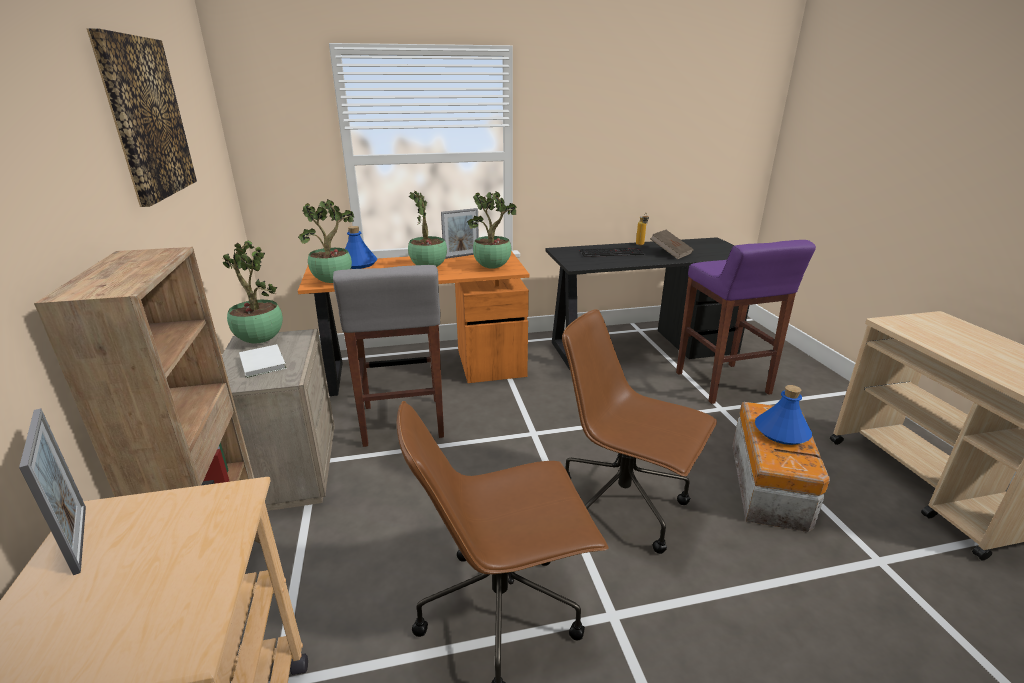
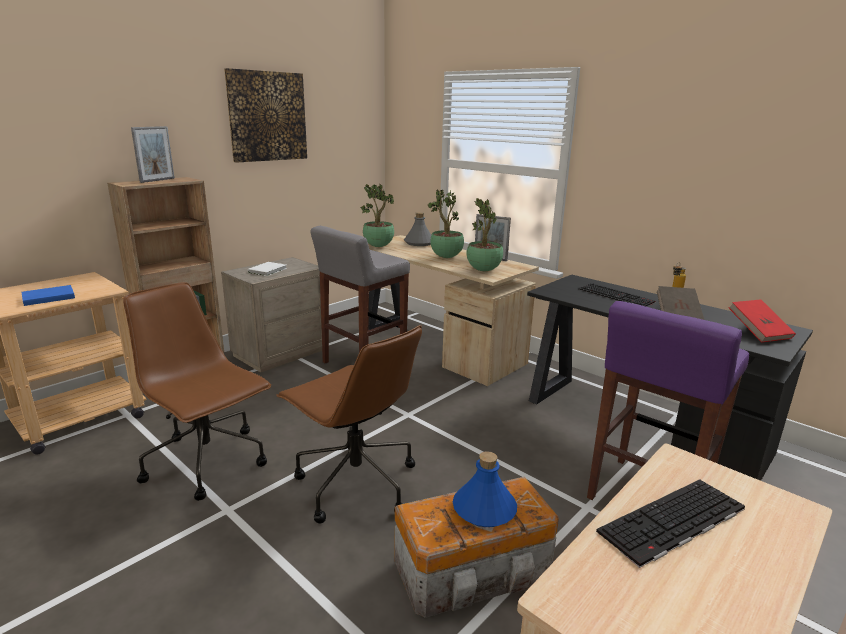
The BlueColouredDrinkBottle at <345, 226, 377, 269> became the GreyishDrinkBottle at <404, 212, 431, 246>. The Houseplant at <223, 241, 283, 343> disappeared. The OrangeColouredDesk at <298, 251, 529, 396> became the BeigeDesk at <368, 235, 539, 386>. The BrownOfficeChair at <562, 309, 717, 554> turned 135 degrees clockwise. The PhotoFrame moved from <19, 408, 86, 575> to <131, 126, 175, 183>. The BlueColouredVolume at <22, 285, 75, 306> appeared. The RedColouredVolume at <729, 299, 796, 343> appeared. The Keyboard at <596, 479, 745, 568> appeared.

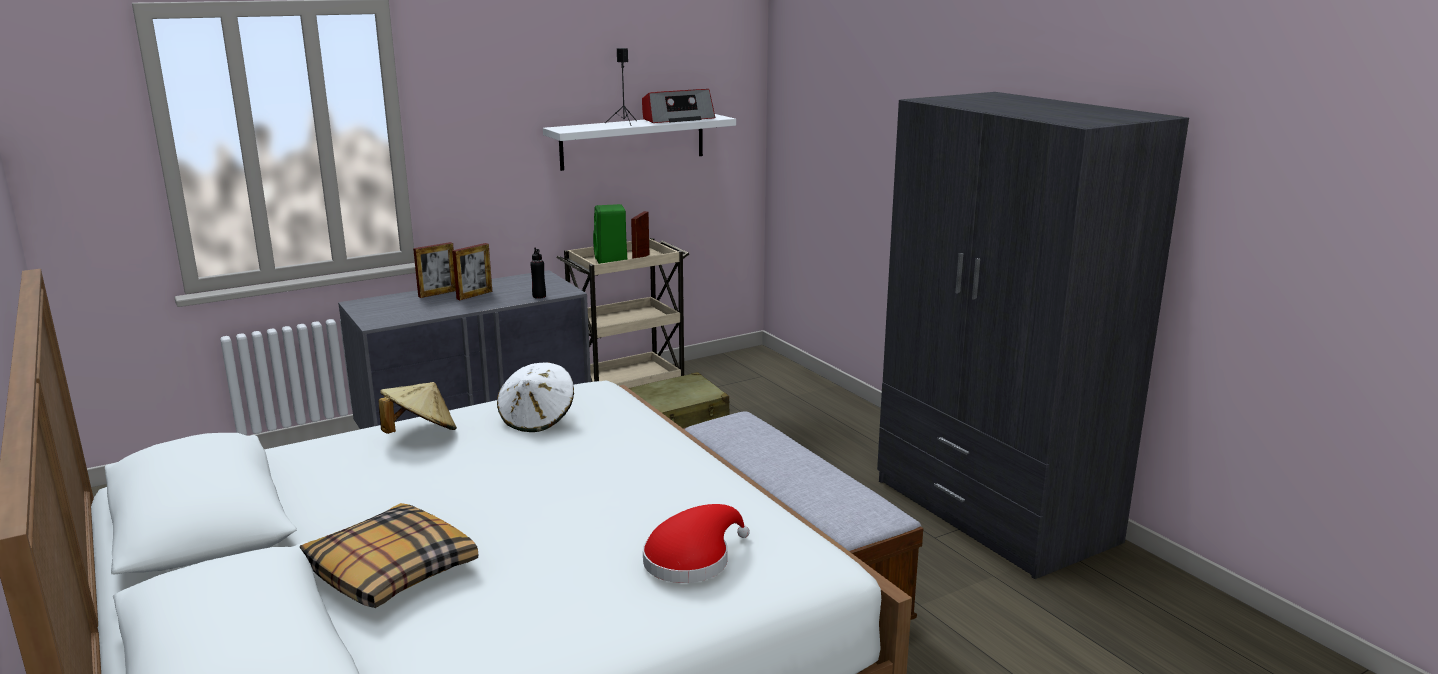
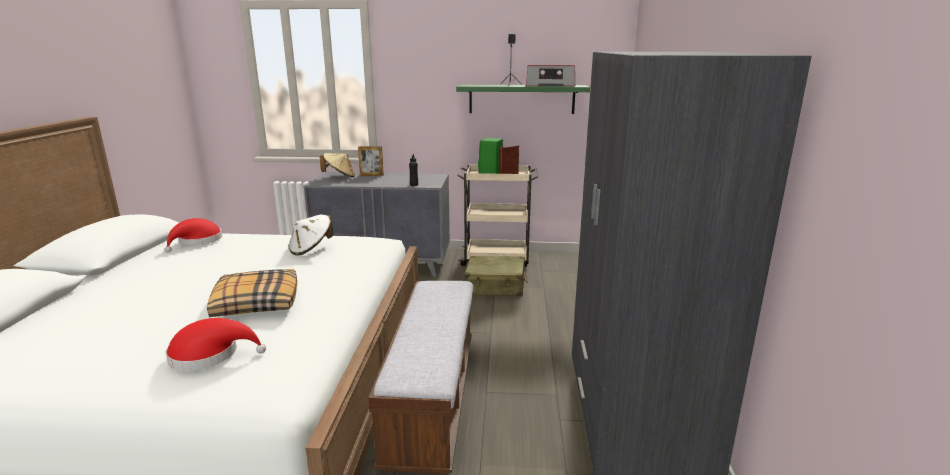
The WhiteColouredShelf at <543, 114, 736, 171> became the GreenShelf at <456, 85, 590, 114>. The PhotoFrame at <452, 243, 492, 300> disappeared. The BeigeWearableHat moved from <378, 382, 457, 434> to <320, 153, 355, 177>. The Cushion moved from <300, 503, 478, 608> to <207, 269, 297, 317>. The RedColouredWearableHat at <165, 218, 222, 252> appeared.

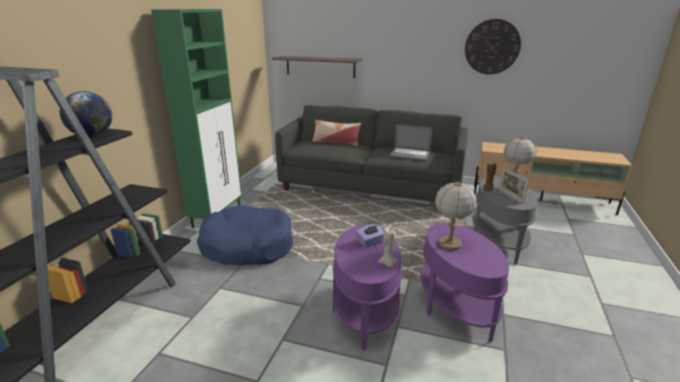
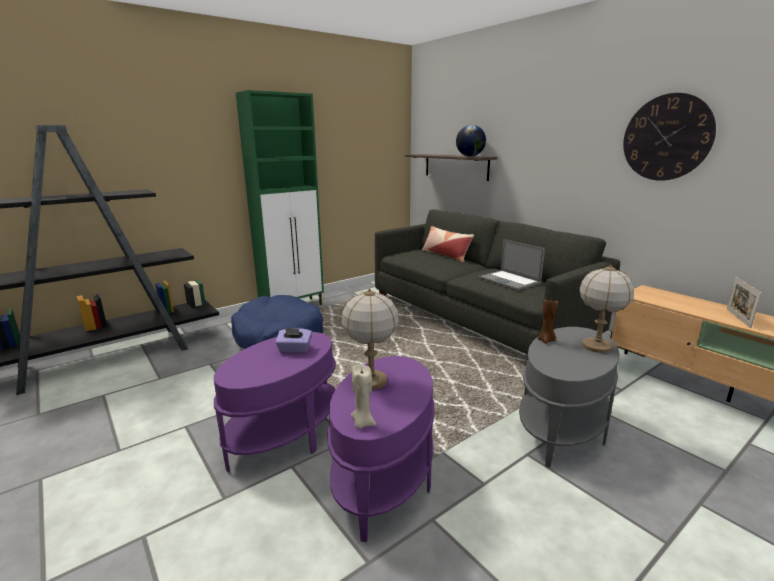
The DeskGlobe moved from <60, 91, 112, 137> to <456, 125, 486, 157>. The PhotoFrame moved from <499, 167, 529, 203> to <727, 277, 762, 328>. The BeigeCandle moved from <378, 227, 398, 267> to <351, 364, 377, 429>.

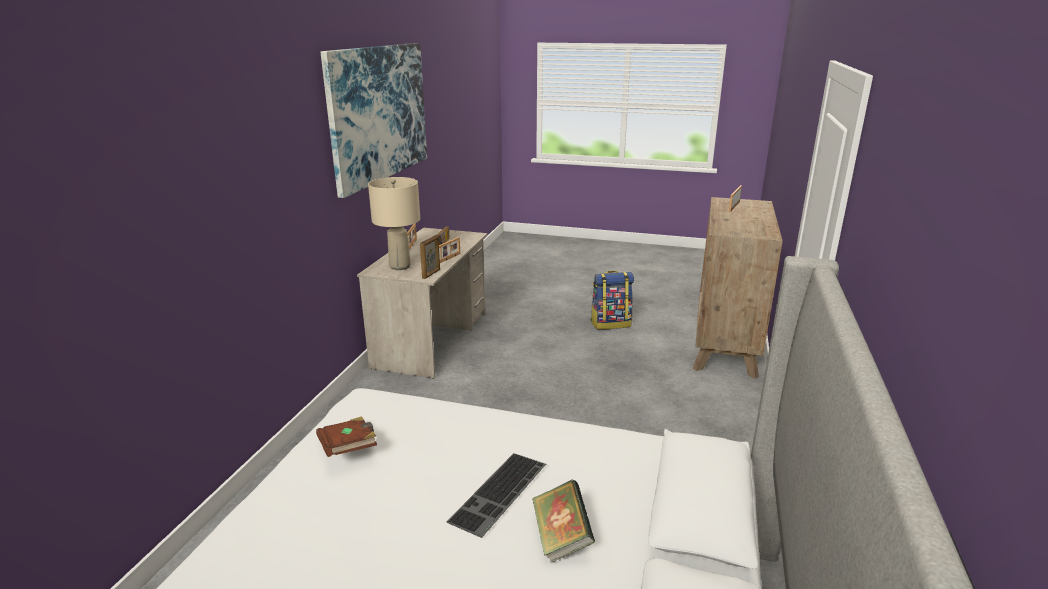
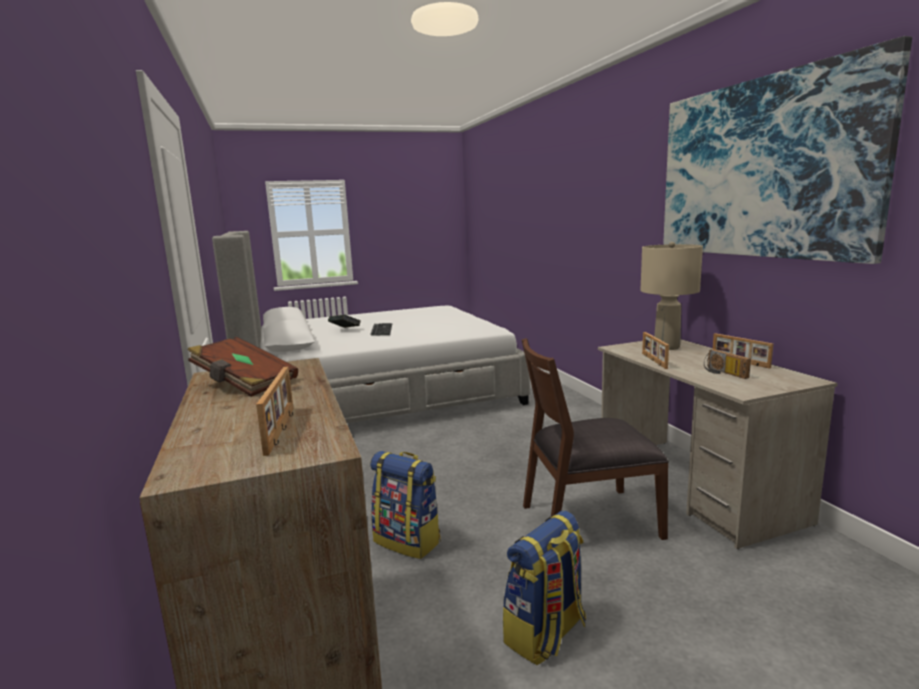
The PhotoFrame at <420, 235, 440, 279> disappeared. The BrownVolume moved from <316, 416, 377, 457> to <187, 337, 298, 397>. The BrownPlainChair at <522, 338, 669, 540> appeared. The Rucksack at <370, 451, 441, 559> appeared.

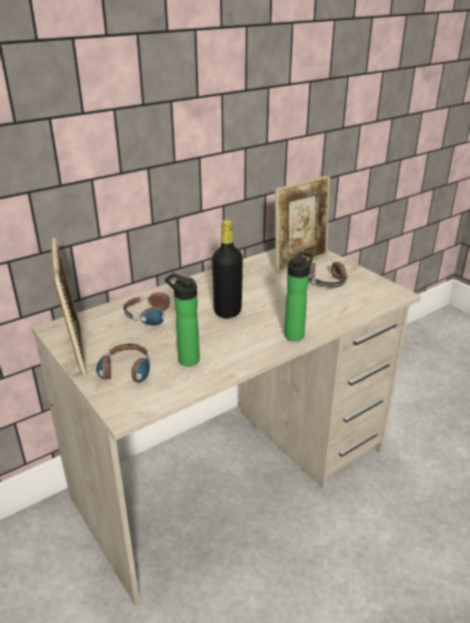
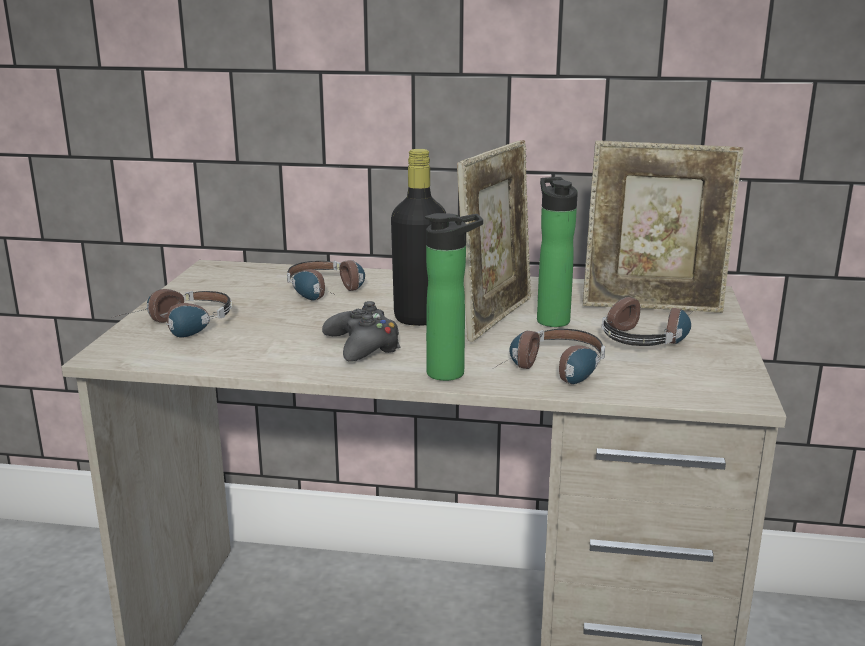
The PhotoFrame moved from <51, 237, 88, 377> to <457, 140, 532, 342>. The DrinkBottle moved from <165, 273, 200, 366> to <537, 177, 578, 327>. The BlackishJoypad at <322, 301, 401, 362> appeared. The PairOfHeadphones at <493, 329, 605, 384> appeared.

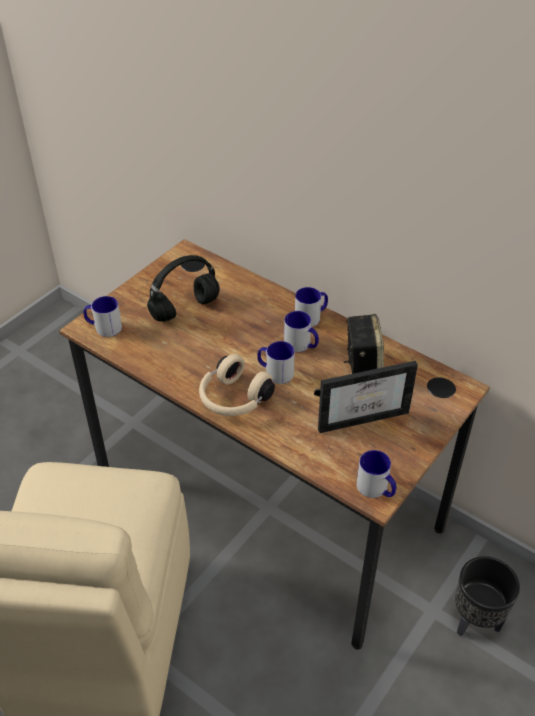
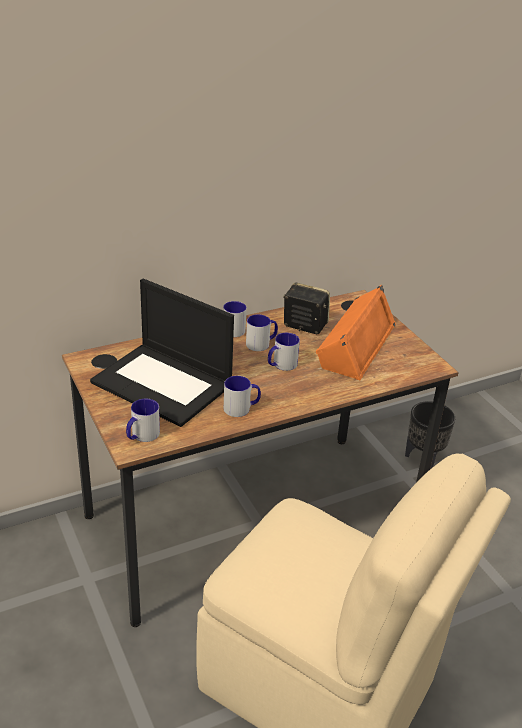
The BlackishPairOfHeadphones at <147, 255, 220, 322> was replaced by the Laptop at <90, 279, 234, 427>. The BeigePairOfHeadphones at <199, 354, 275, 416> disappeared. The PhotoFrame at <314, 361, 418, 433> was replaced by the OrangeColouredSpeaker at <316, 285, 396, 380>. The Mug moved from <356, 450, 396, 498> to <224, 376, 261, 417>.

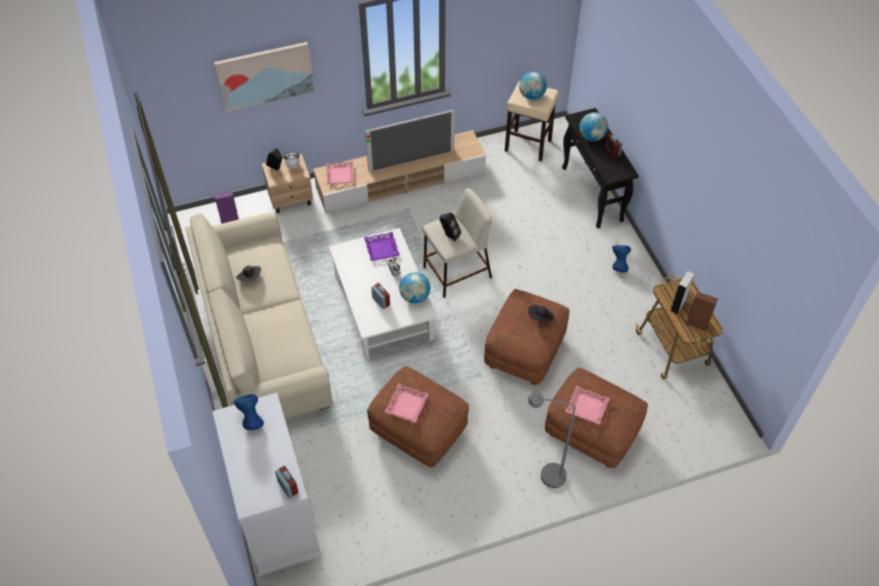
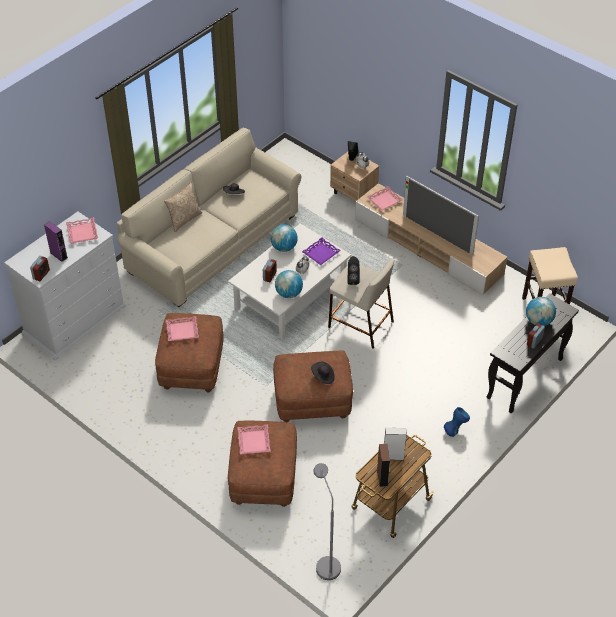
The WallArt at <214, 42, 314, 112> disappeared. The DeskGlobe moved from <519, 72, 547, 100> to <270, 225, 298, 252>. The PurpleColouredSpeaker moved from <214, 191, 239, 224> to <44, 221, 68, 262>. The GreyishStandingLamp moved from <528, 392, 575, 488> to <313, 463, 341, 580>. The BlueColouredVase at <234, 394, 264, 430> was replaced by the PinkServingTray at <66, 217, 98, 243>. The Cushion at <164, 183, 202, 232> appeared.

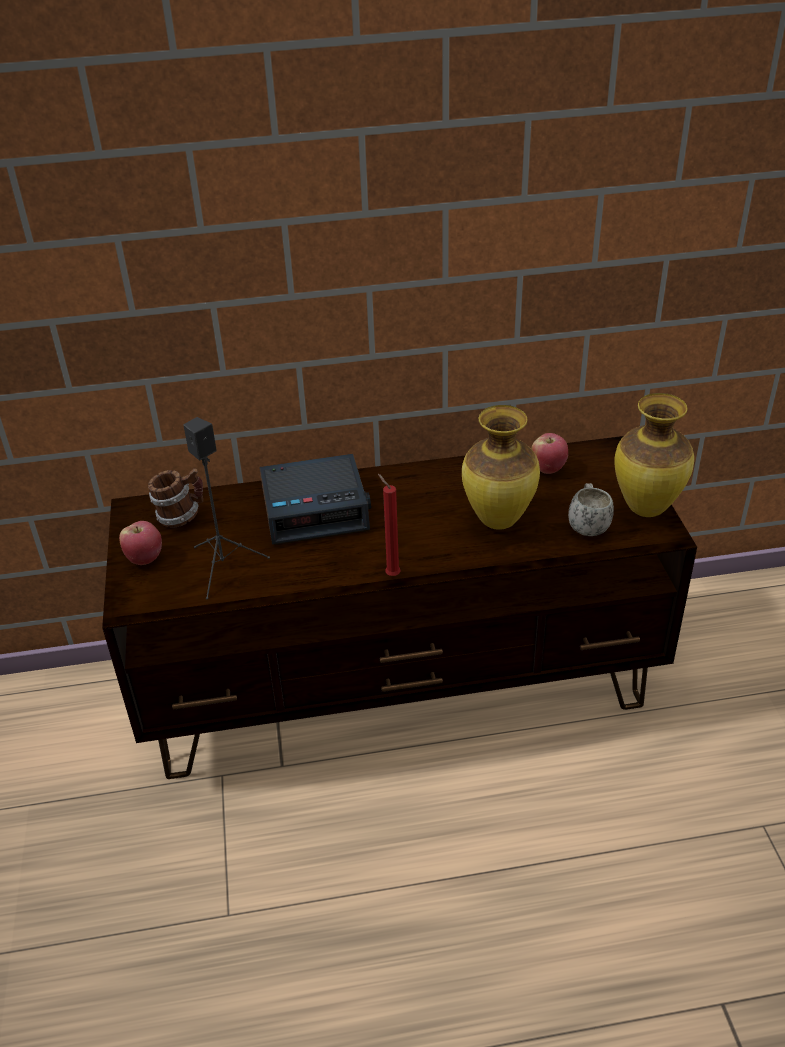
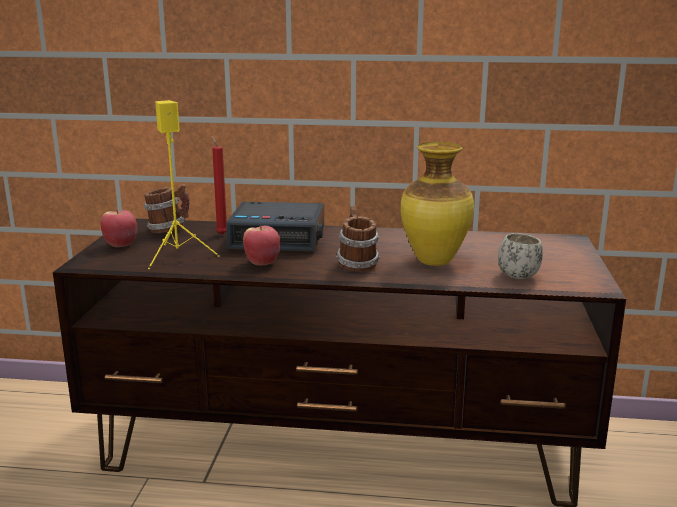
The Vase at <614, 393, 694, 517> disappeared. The BlackishSpeaker at <183, 417, 270, 599> became the YellowColouredSpeaker at <148, 100, 220, 269>. The AppleFruit moved from <532, 433, 568, 474> to <243, 226, 281, 266>. The RedColouredCandle moved from <378, 474, 401, 576> to <212, 136, 227, 235>. The Mug at <336, 206, 380, 272> appeared.

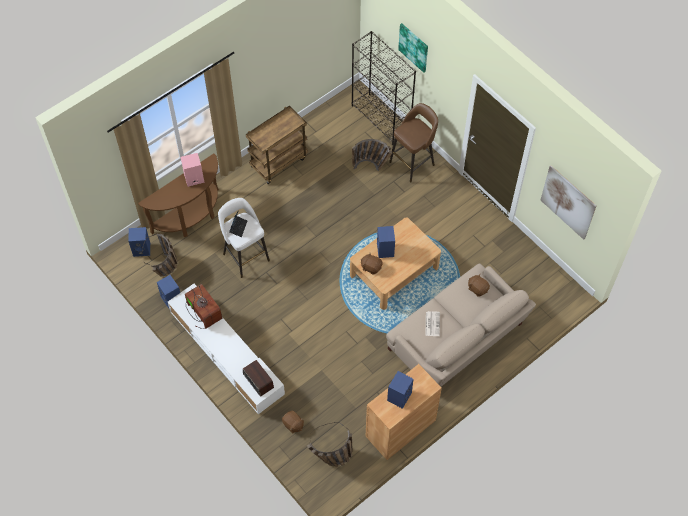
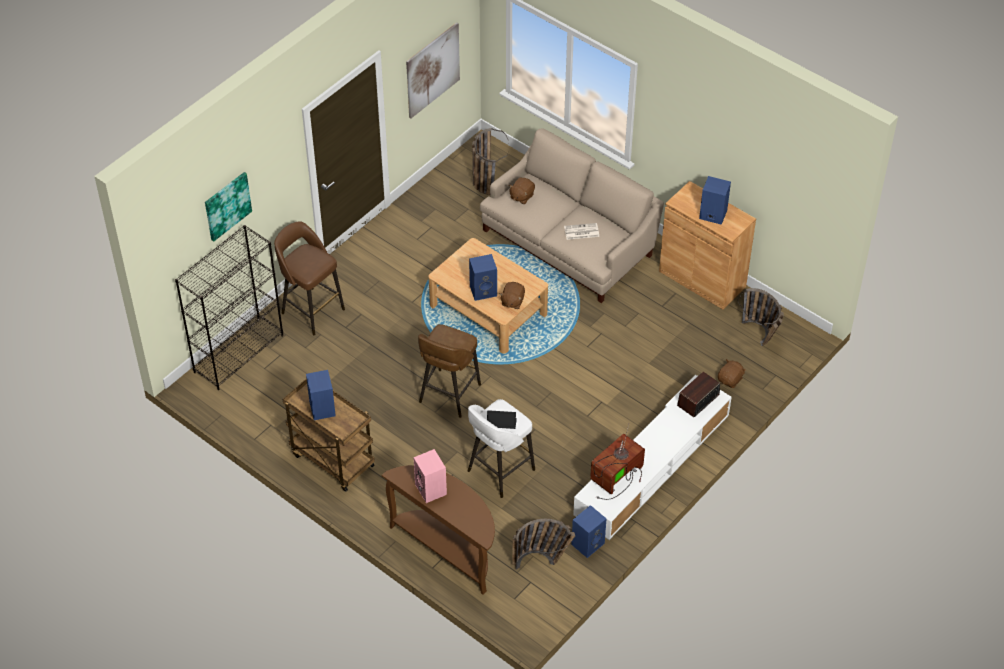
The Basket moved from <352, 139, 392, 171> to <472, 128, 509, 195>. The BlueColouredSpeaker moved from <128, 227, 150, 257> to <306, 370, 336, 420>. The BrownStool at <418, 324, 481, 418> appeared.

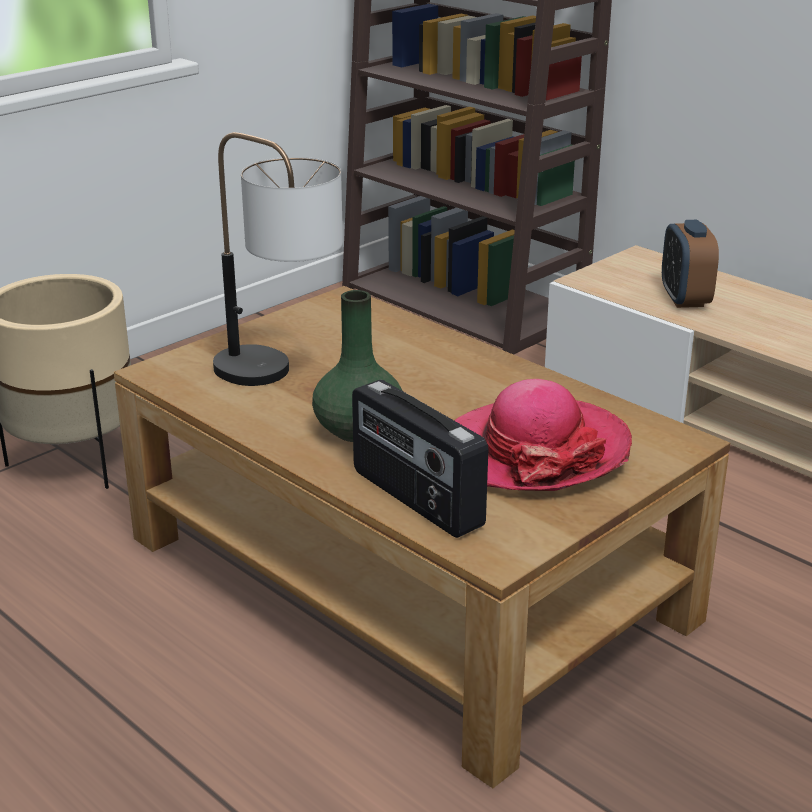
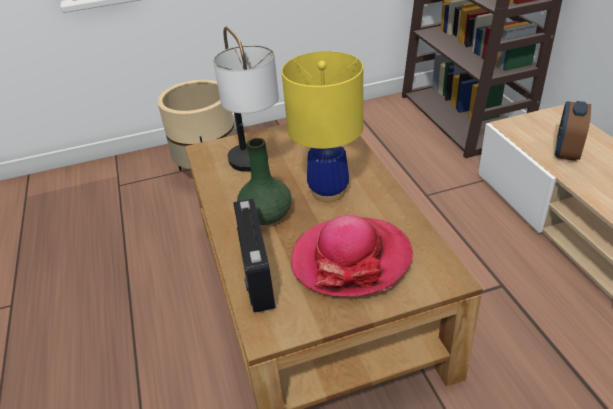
The YellowColouredTableLamp at <282, 51, 363, 202> appeared.

